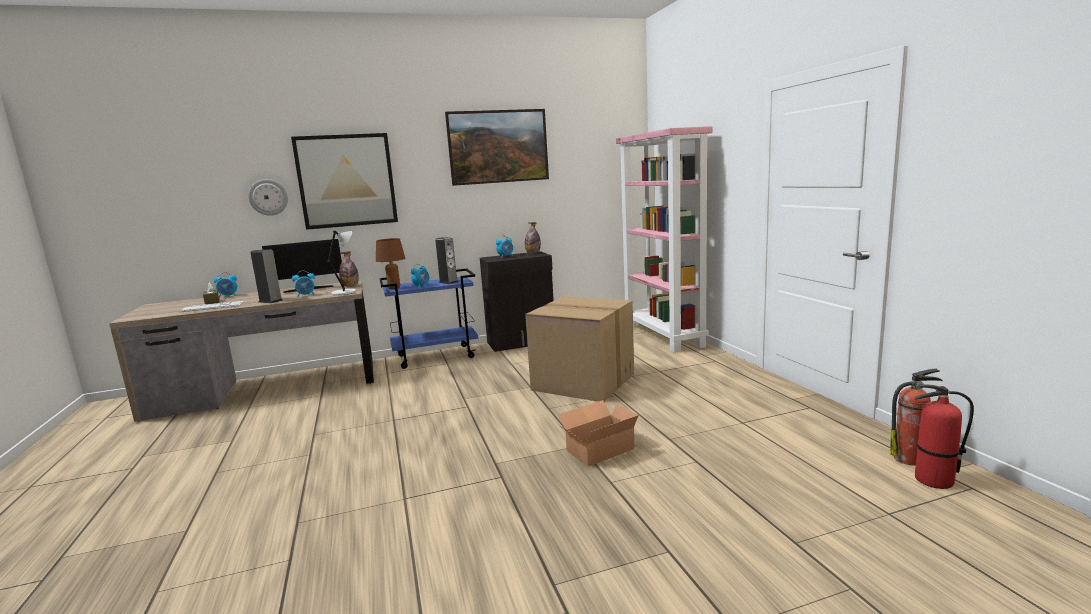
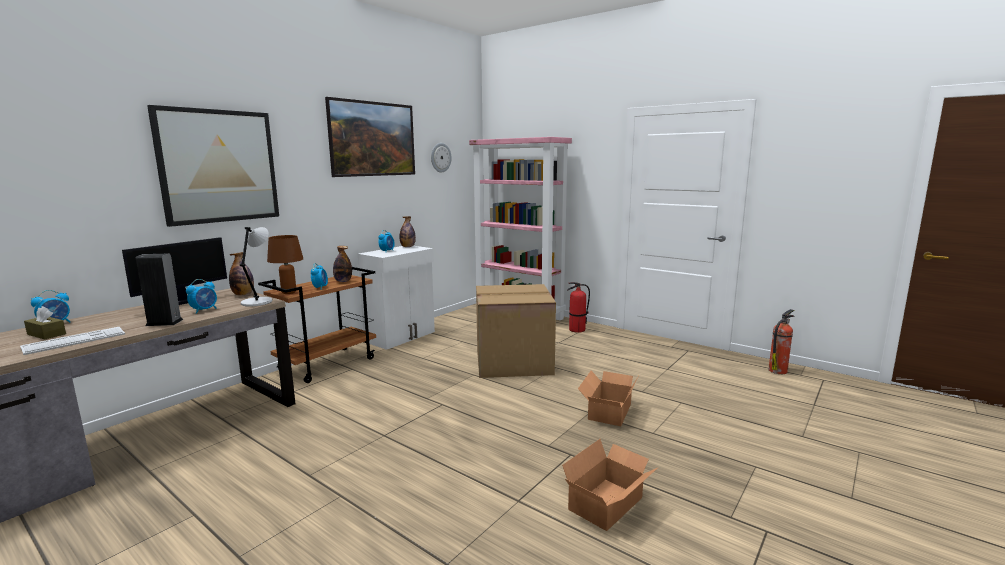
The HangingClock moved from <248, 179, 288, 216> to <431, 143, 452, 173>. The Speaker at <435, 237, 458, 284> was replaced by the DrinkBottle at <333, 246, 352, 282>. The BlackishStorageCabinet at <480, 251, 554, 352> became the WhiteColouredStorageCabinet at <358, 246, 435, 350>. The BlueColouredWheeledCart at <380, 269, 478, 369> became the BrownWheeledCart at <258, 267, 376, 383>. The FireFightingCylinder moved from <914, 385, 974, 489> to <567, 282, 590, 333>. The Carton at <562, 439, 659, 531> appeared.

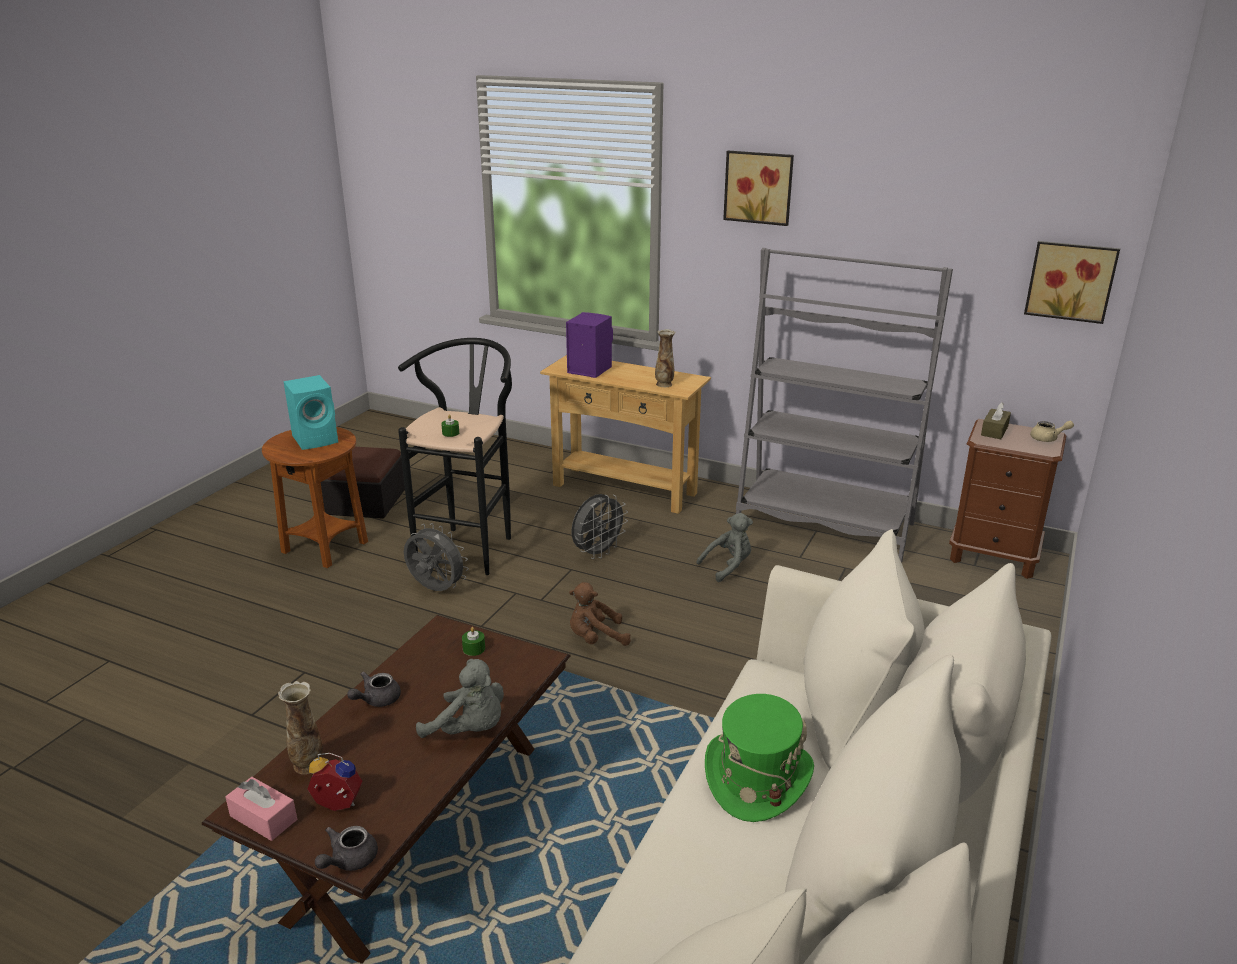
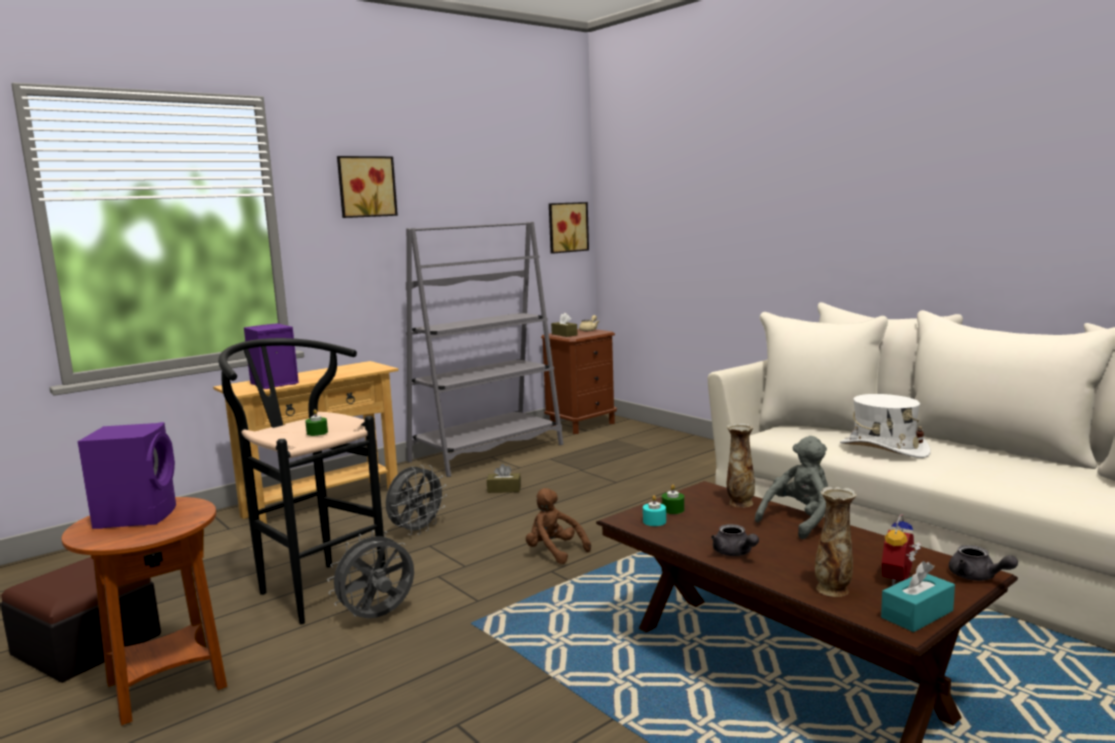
The Vase moved from <655, 329, 675, 387> to <727, 423, 755, 508>. The BlueGreenSpeaker at <283, 375, 338, 450> became the PurpleColouredSpeaker at <78, 422, 176, 529>. The GreyishCoolingFan at <571, 494, 628, 559> turned 60 degrees clockwise. The GreyishPlushToy at <697, 513, 753, 582> was replaced by the BrownTissueHolder at <487, 464, 521, 493>. The BrownPlushToy at <569, 582, 631, 646> turned 120 degrees clockwise. The GreenWearableHat at <705, 694, 814, 822> became the WhiteColouredWearableHat at <840, 394, 931, 458>. The PinkTissueHolder at <225, 777, 297, 841> became the BlueGreenTissueHolder at <881, 561, 955, 632>. The BlueGreenCandle at <643, 495, 666, 526> appeared.

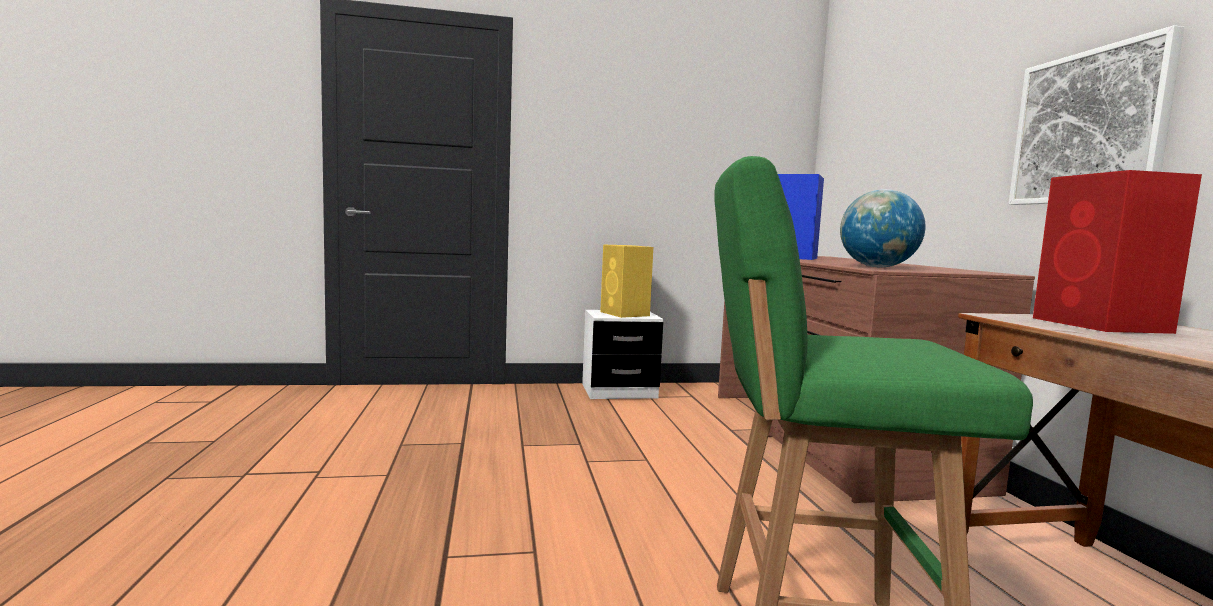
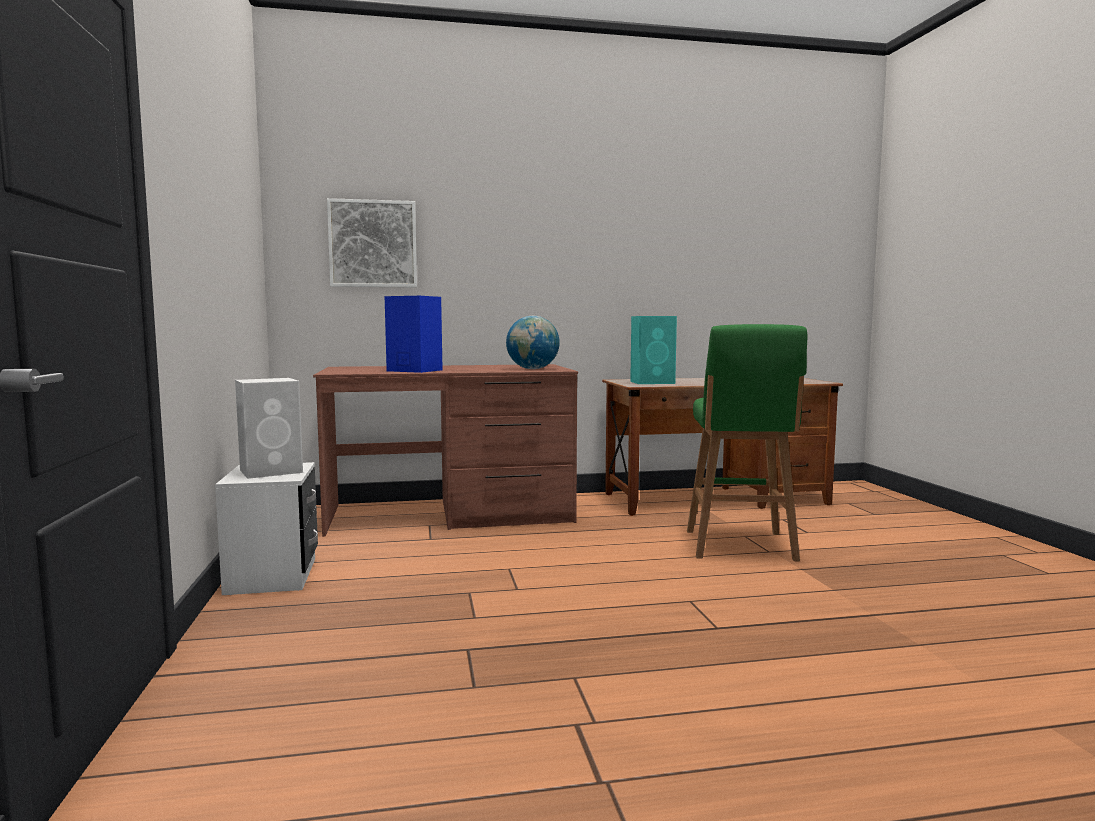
The WallArt moved from <1009, 25, 1184, 205> to <327, 198, 417, 287>. The RedColouredSpeaker at <1033, 170, 1202, 334> became the BlueGreenSpeaker at <630, 316, 677, 384>. The YellowColouredSpeaker at <600, 245, 653, 318> became the WhiteColouredSpeaker at <235, 378, 303, 479>.

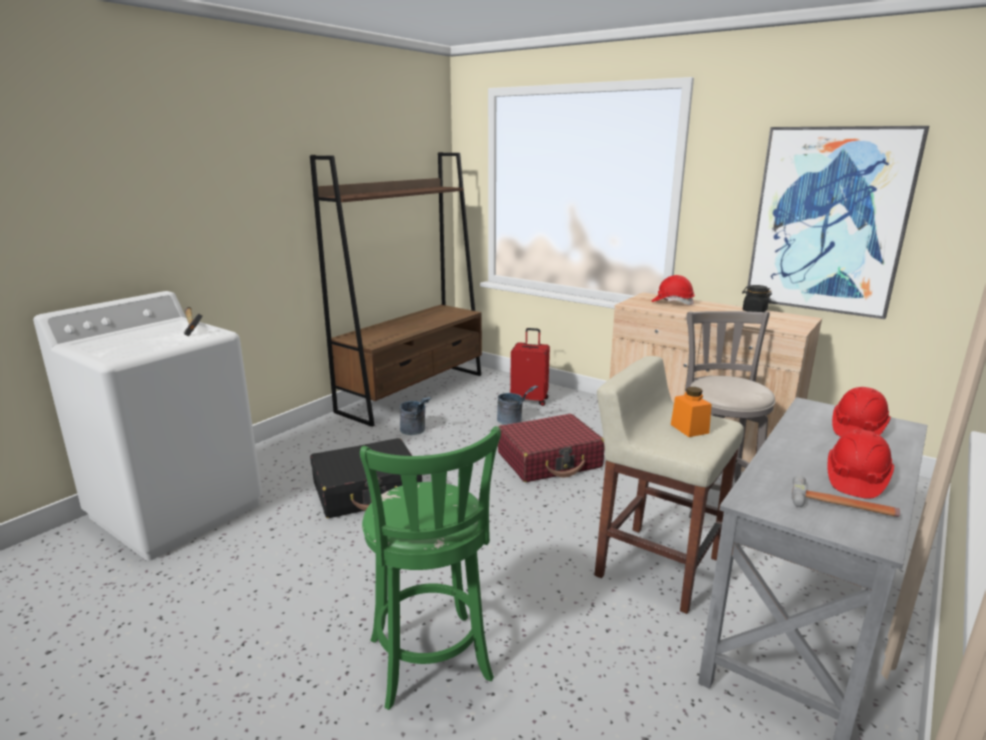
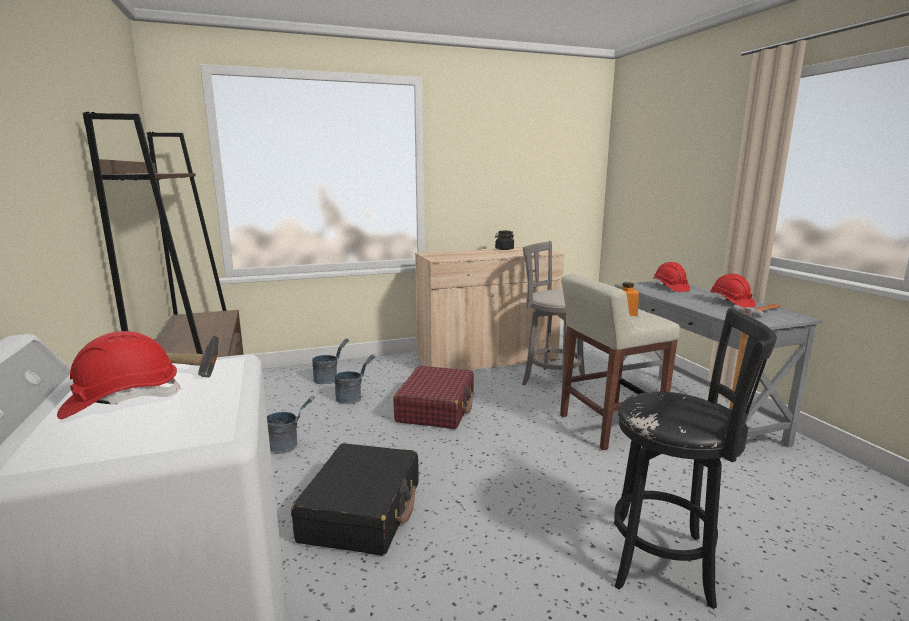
The WallArt at <746, 126, 929, 319> disappeared. The RedColouredHardHat moved from <652, 275, 695, 305> to <57, 331, 180, 419>. The RedColouredTravelCase at <510, 328, 550, 406> was replaced by the GreyishWaterBucket at <312, 338, 349, 384>. The GreenStool at <360, 426, 501, 710> became the BlackishStool at <614, 308, 777, 609>.

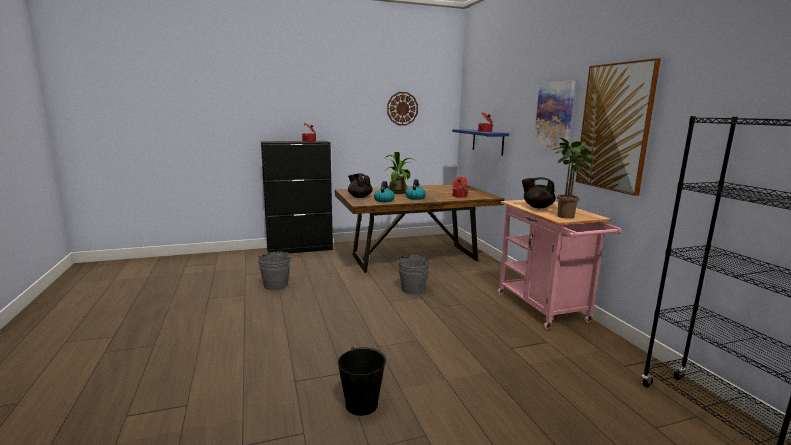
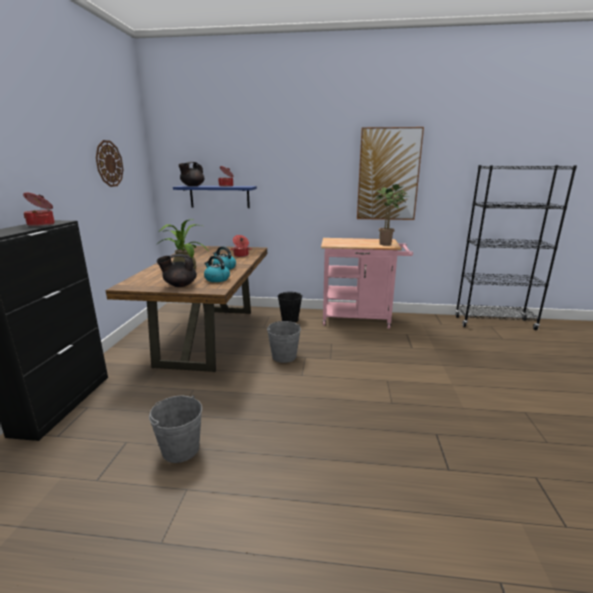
The WallArt at <534, 80, 576, 151> disappeared. The BlackishTeapot moved from <522, 177, 556, 208> to <178, 162, 205, 186>. The BlackishWaterBucket moved from <338, 347, 386, 416> to <277, 292, 303, 323>.

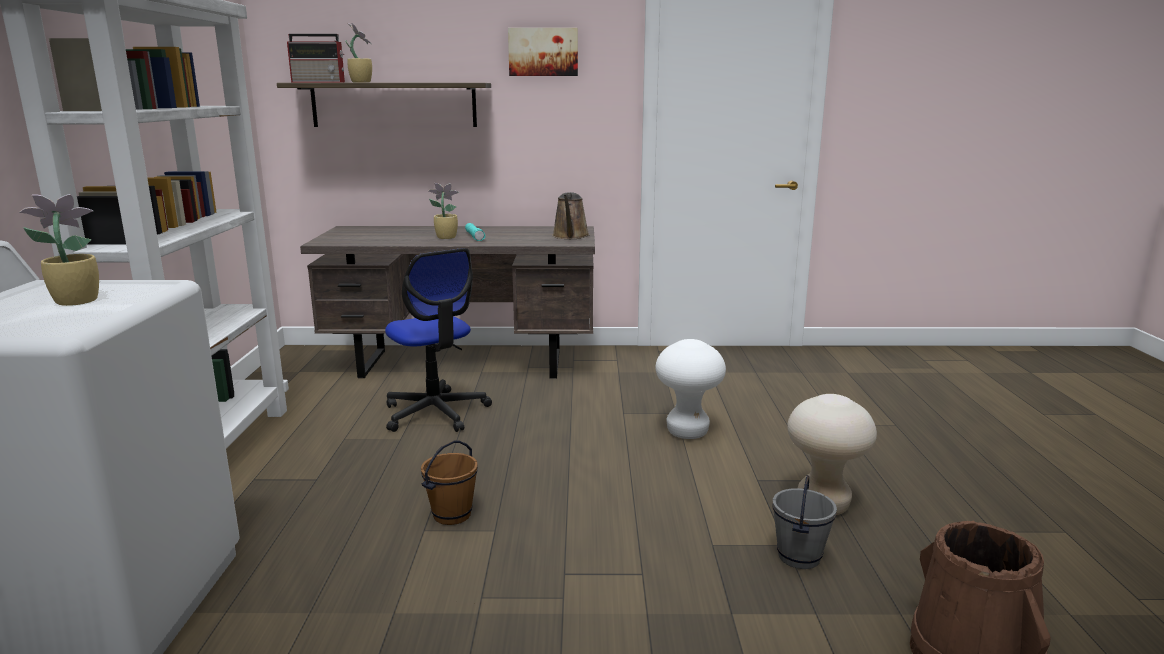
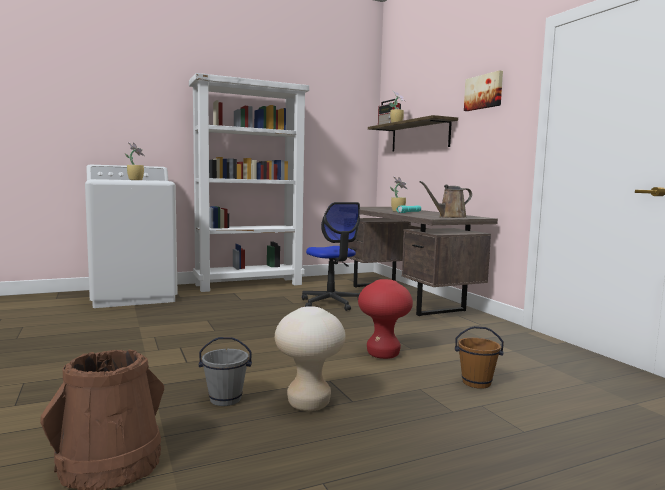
The OfficeChair at <385, 248, 492, 432> turned 60 degrees counterclockwise. The WhiteColouredStool at <655, 339, 726, 439> became the RedColouredStool at <358, 279, 413, 359>. The BrownWaterBucket moved from <421, 441, 478, 525> to <455, 326, 504, 389>.

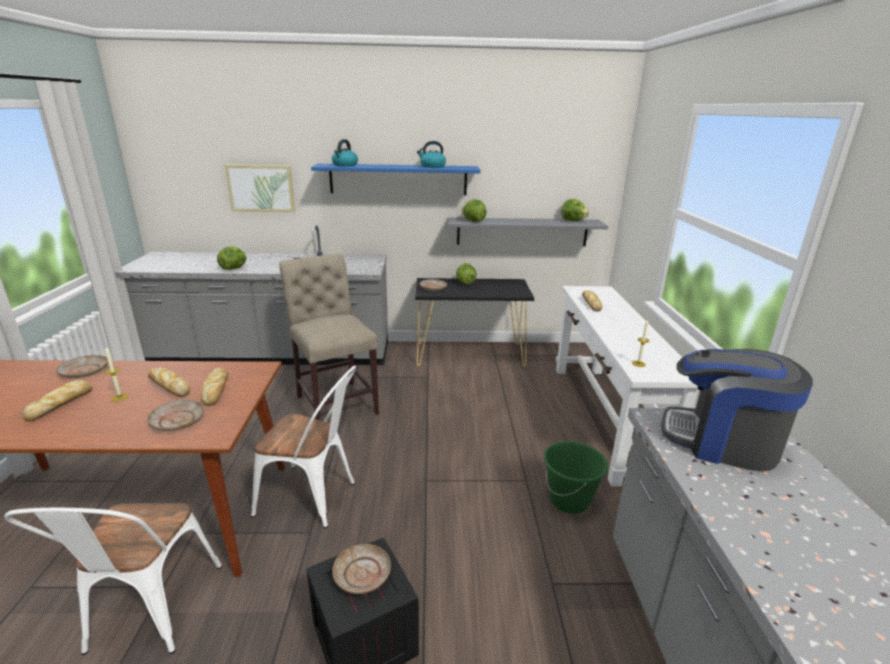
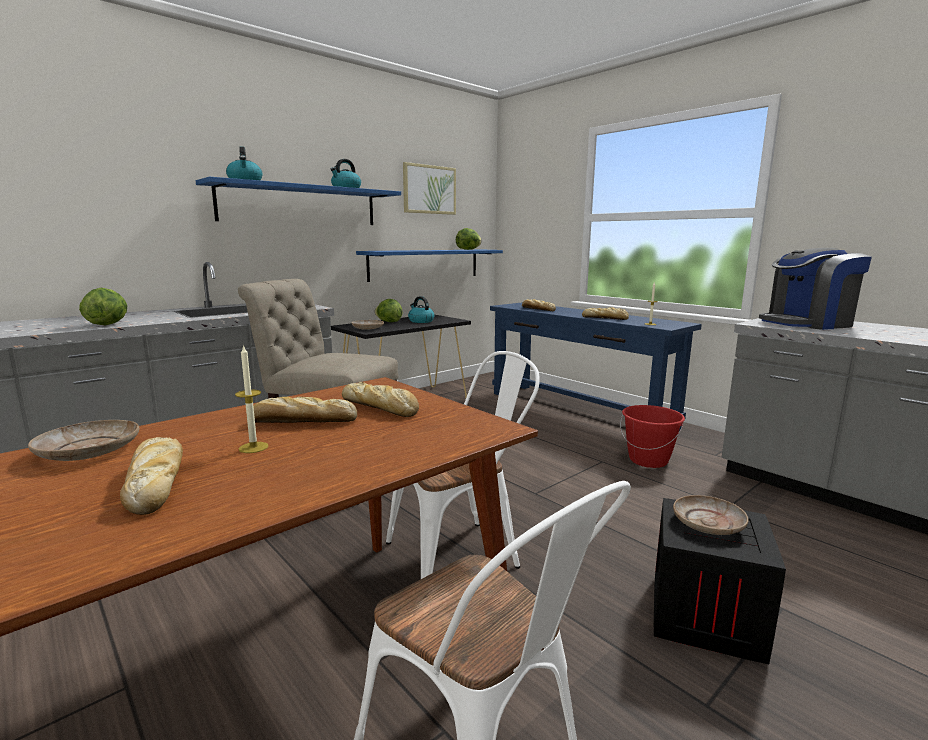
The WallArt moved from <225, 165, 295, 212> to <403, 162, 456, 215>. The Lettuce at <461, 199, 487, 222> disappeared. The GreyishShelf at <447, 218, 608, 246> became the BlueColouredShelf at <356, 250, 503, 282>. The WhiteColouredNarrowTable at <556, 286, 698, 486> became the BlueColouredNarrowTable at <490, 302, 702, 431>. The BeigeFlatDish at <147, 400, 204, 431> disappeared. The GreenWaterBucket at <544, 441, 608, 514> became the RedColouredWaterBucket at <620, 405, 685, 468>. The WaterKettle at <408, 296, 434, 323> appeared. The Bread at <582, 307, 629, 320> appeared.

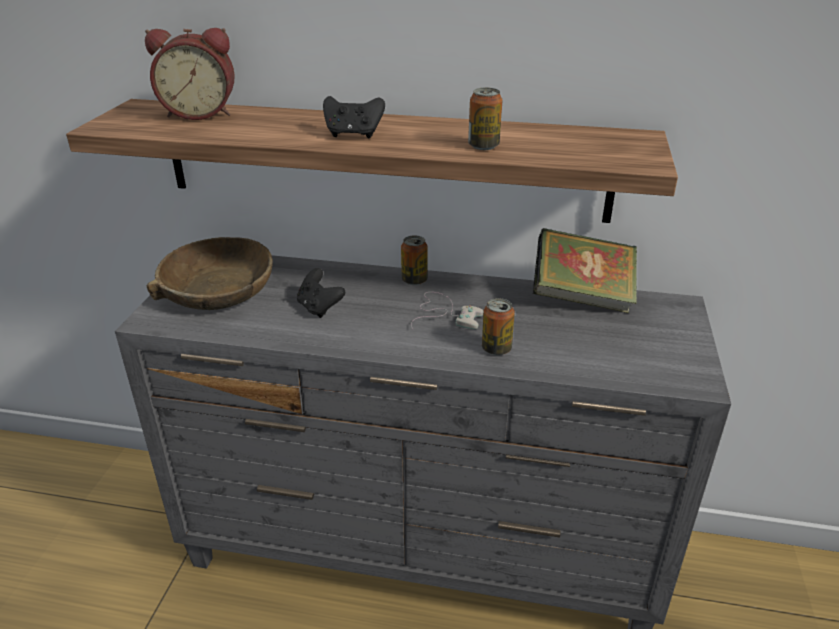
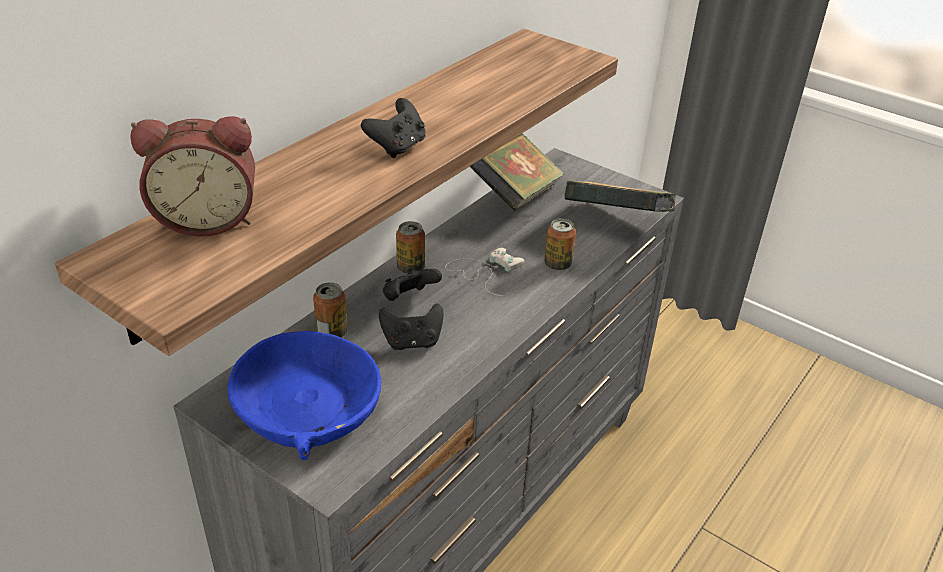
The BedsideClock at <145, 28, 235, 120> turned 60 degrees clockwise. The SealedCan moved from <468, 88, 502, 150> to <313, 283, 347, 337>. The BrownDeepDish at <147, 237, 273, 310> became the BlueColouredDeepDish at <227, 331, 381, 460>. The Volume at <564, 180, 676, 212> appeared. The BlackishJoypad at <383, 268, 442, 301> appeared.

